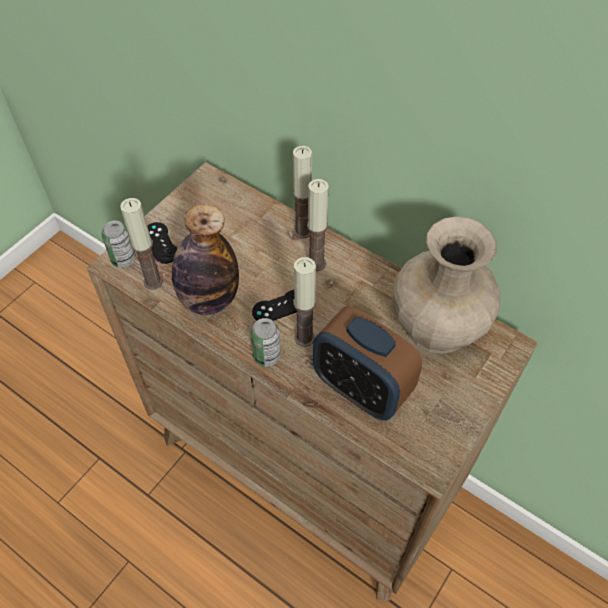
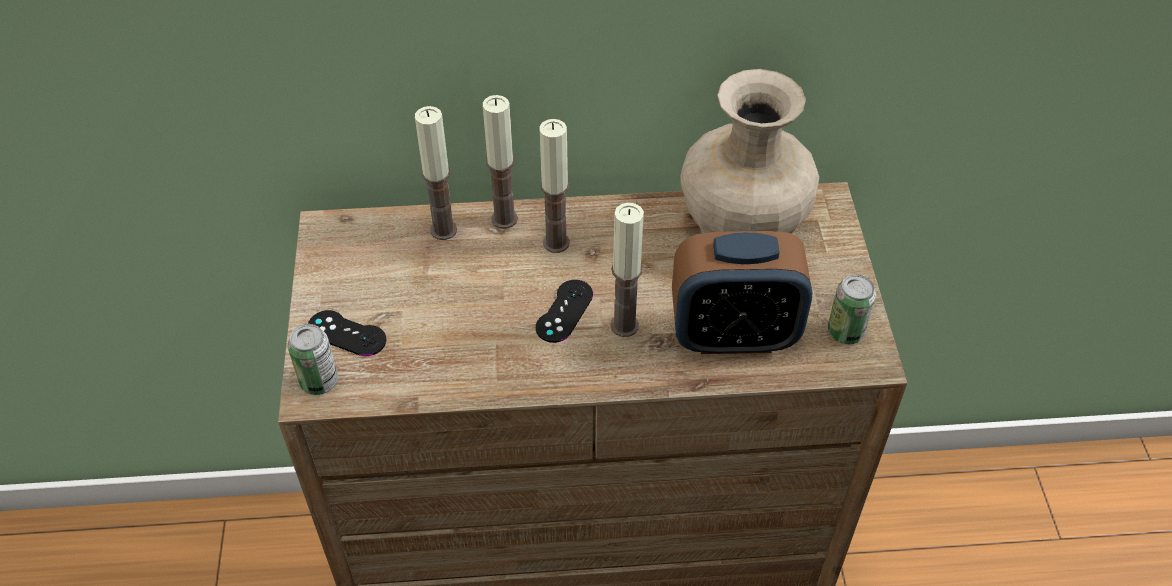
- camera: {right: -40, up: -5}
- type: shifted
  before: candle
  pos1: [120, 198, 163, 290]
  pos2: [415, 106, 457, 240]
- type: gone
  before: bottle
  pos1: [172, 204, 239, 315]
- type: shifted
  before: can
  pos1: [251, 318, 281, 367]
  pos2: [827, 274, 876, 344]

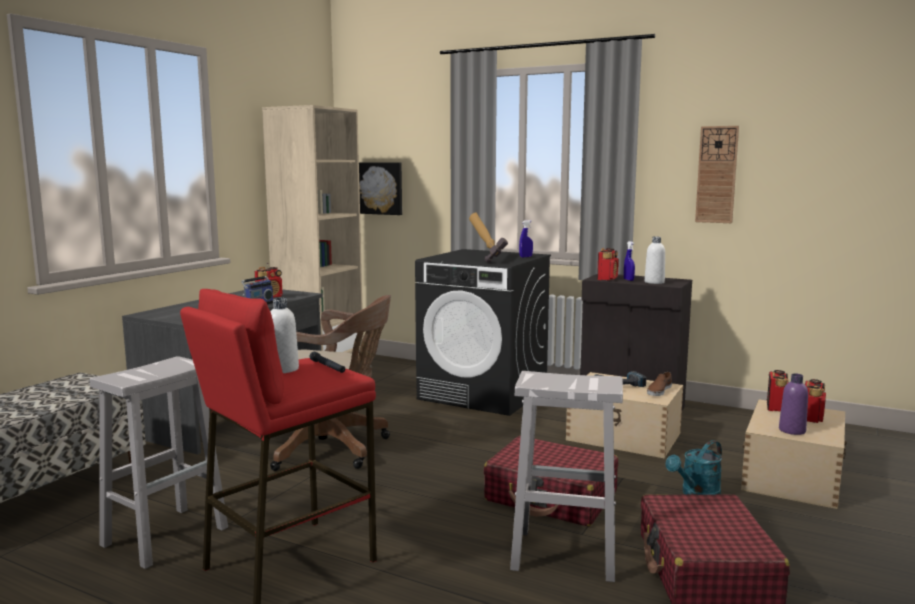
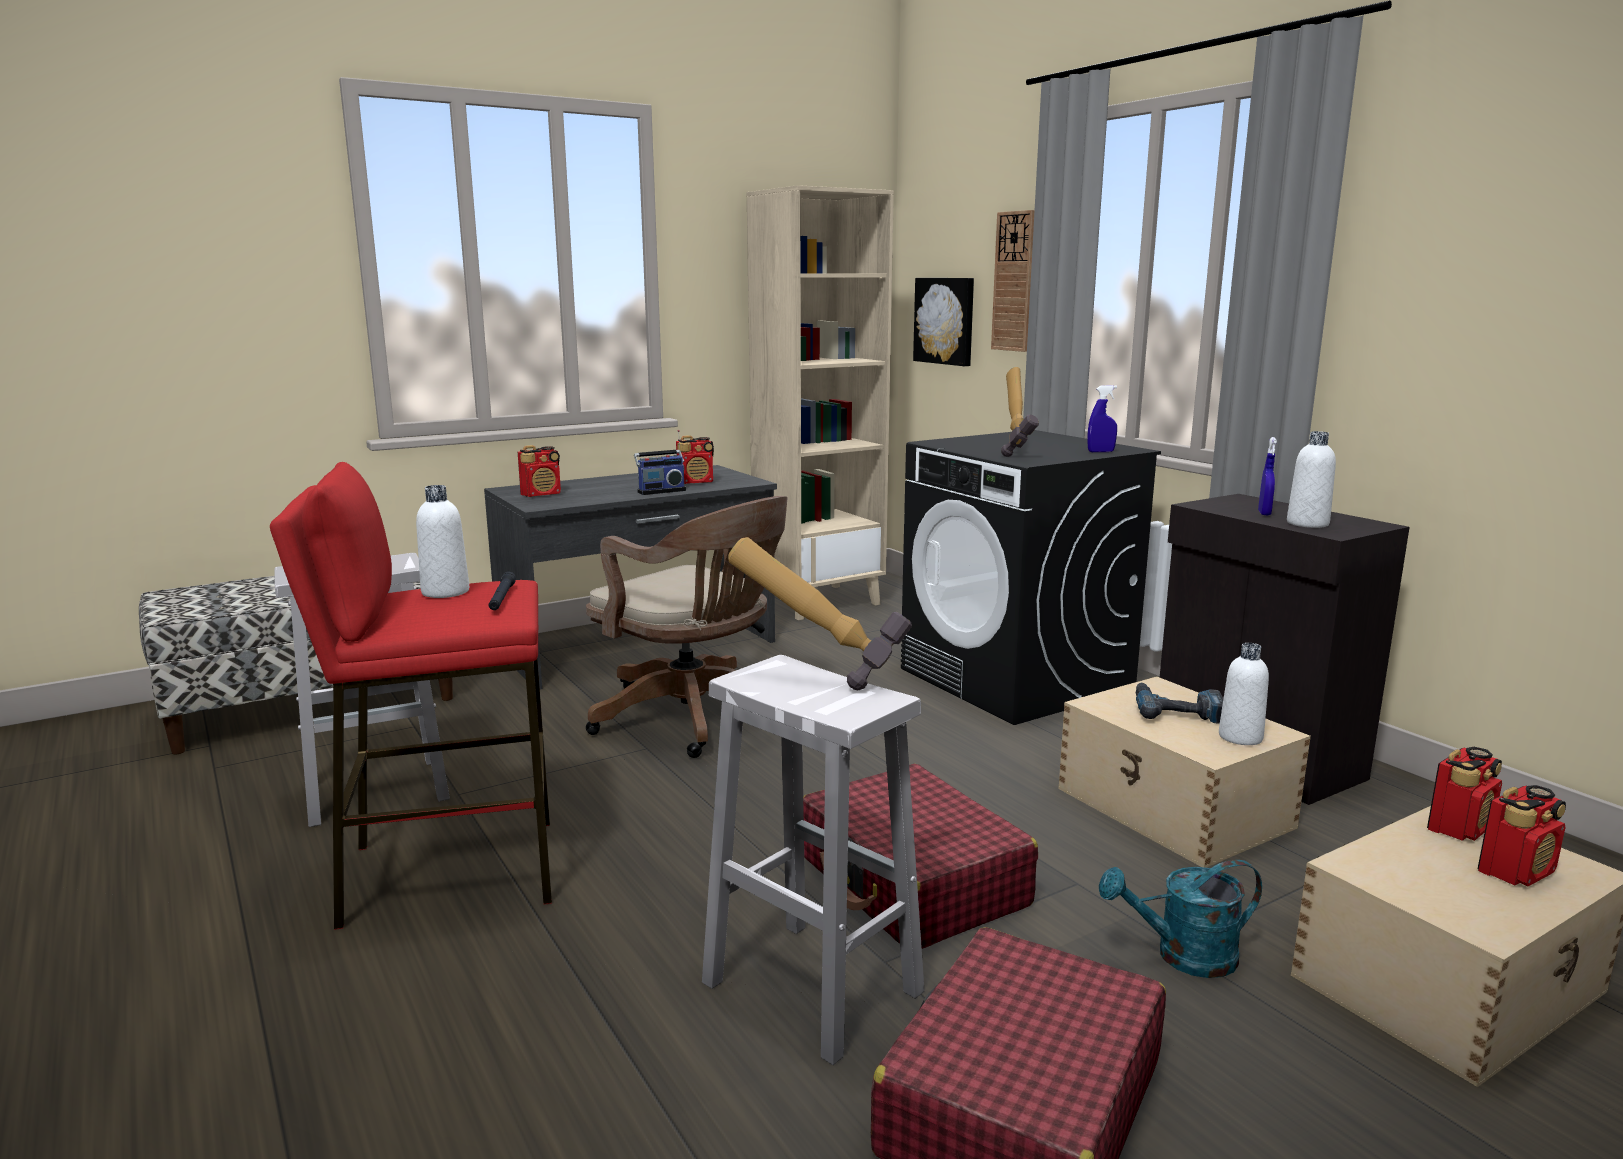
- camera: {right: 30, up: 5}
- type: shifted
  before: radio
  pos1: [597, 248, 619, 281]
  pos2: [518, 445, 561, 497]
- type: swapped
  before: brown shoe
  after: white bottle
  pos1: [647, 372, 672, 396]
  pos2: [1219, 643, 1269, 745]
- type: shifted
  before: wall clock
  pos1: [695, 126, 739, 223]
  pos2: [991, 210, 1035, 352]
- type: gone
  before: purple bottle
  pos1: [779, 374, 808, 435]
- type: new
  after: hammer
  pos2: [728, 537, 912, 691]

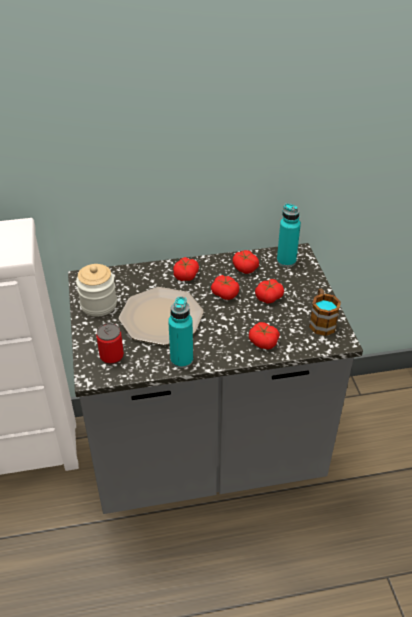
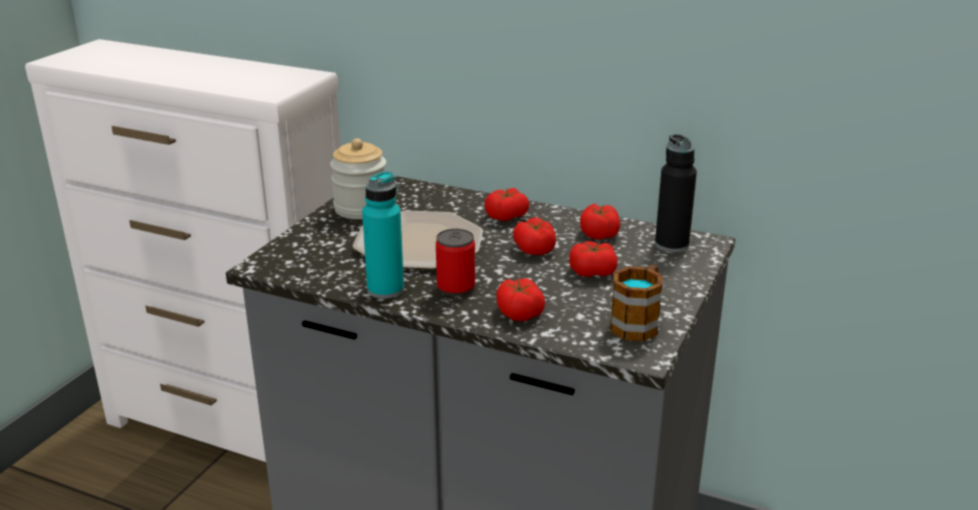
- camera: {right: 35, up: -15}
- type: shifted
  before: can
  pos1: [96, 323, 124, 364]
  pos2: [436, 229, 475, 297]
- type: repainted
  before: turquoise bottle
  after: black bottle
  pos1: [277, 203, 301, 267]
  pos2: [655, 134, 697, 253]

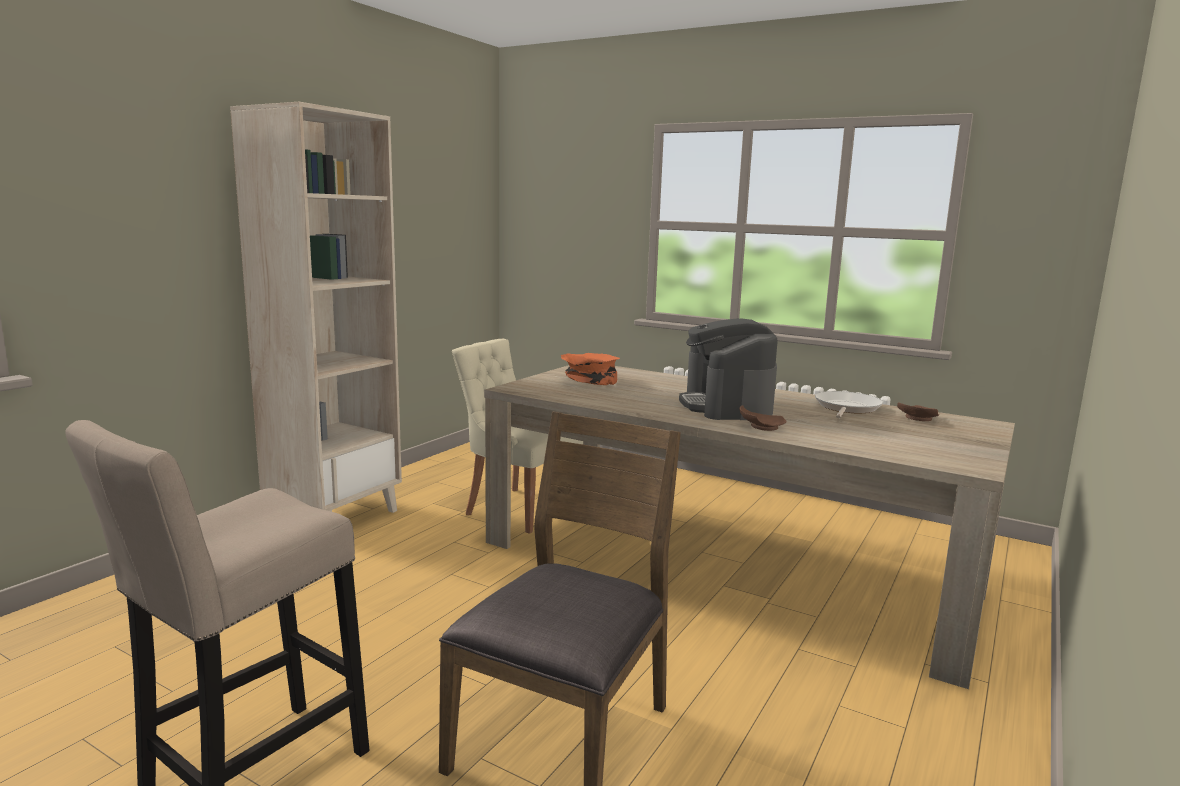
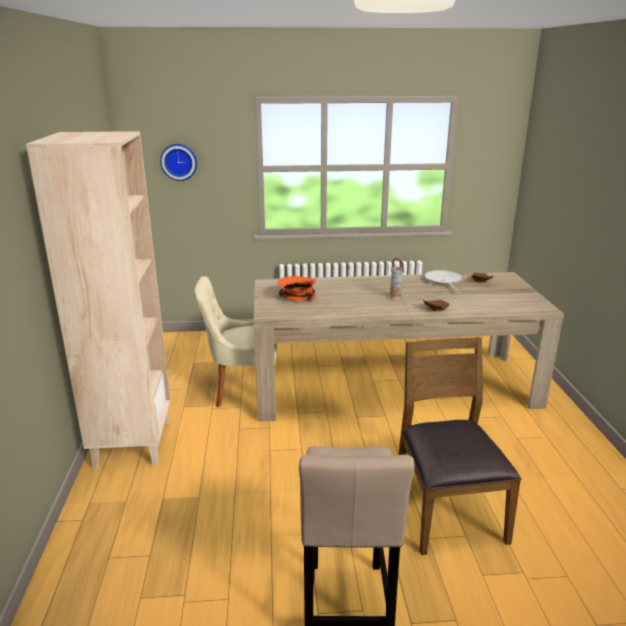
- camera: {right: -35, up: 10}
- type: swapped
  before: coffee machine
  after: vase
  pos1: [679, 318, 778, 420]
  pos2: [389, 258, 404, 300]
- type: new
  after: wall clock
  pos2: [160, 144, 197, 181]

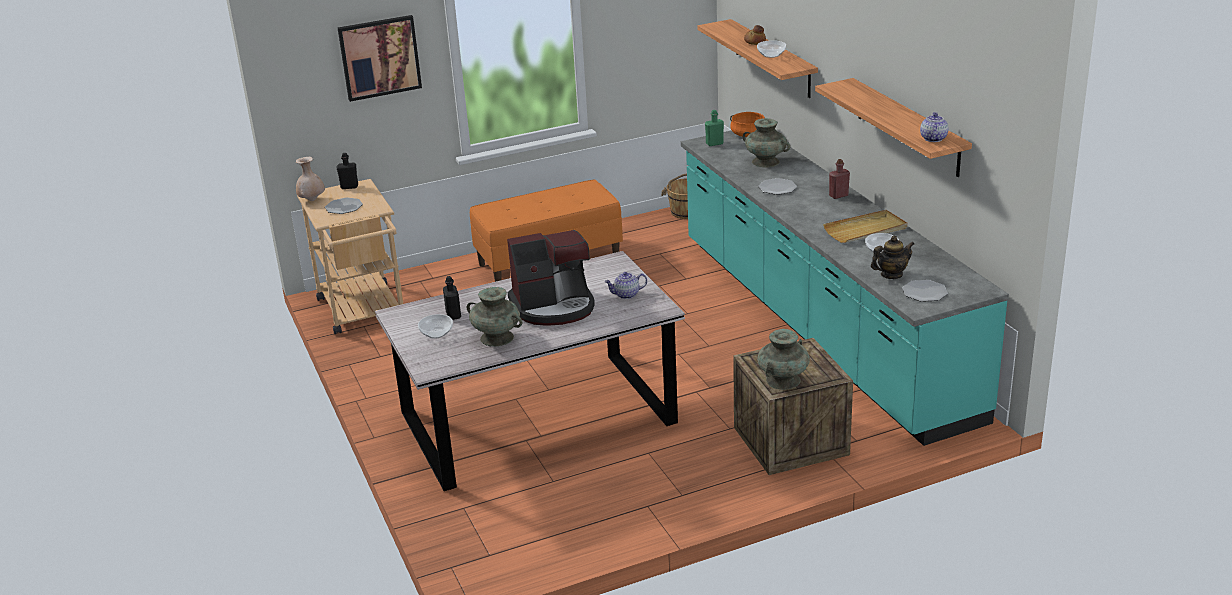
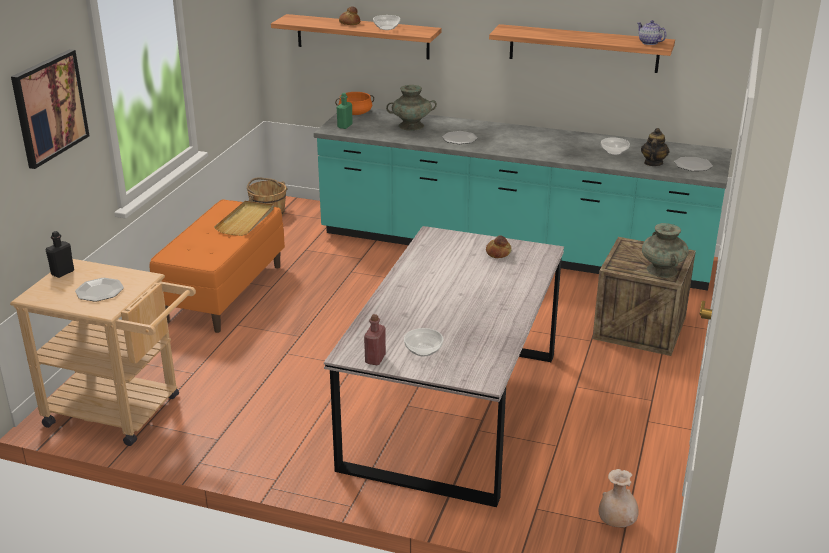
- camera: {right: -50, up: 0}
- type: shifted
  before: beige vase
  pos1: [296, 157, 325, 201]
  pos2: [598, 469, 639, 527]
- type: gone
  before: black bottle
  pos1: [443, 276, 461, 320]
- type: gone
  before: turquoise vase
  pos1: [466, 287, 523, 346]
- type: gone
  before: coffee machine
  pos1: [507, 230, 595, 326]
- type: swapped
  before: teapot
  after: bread
  pos1: [605, 272, 647, 299]
  pos2: [486, 235, 511, 258]
- type: shifted
  before: beige tray
  pos1: [823, 210, 907, 243]
  pos2: [214, 201, 274, 236]
- type: shifted
  before: red bottle
  pos1: [829, 159, 850, 199]
  pos2: [364, 314, 386, 365]

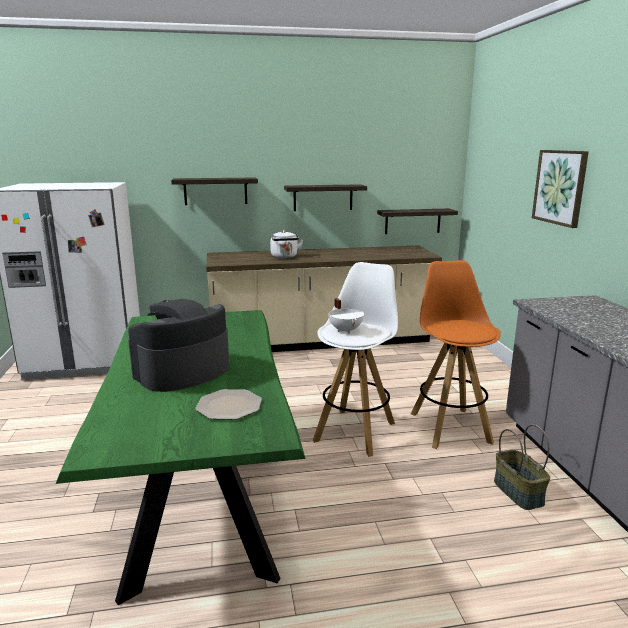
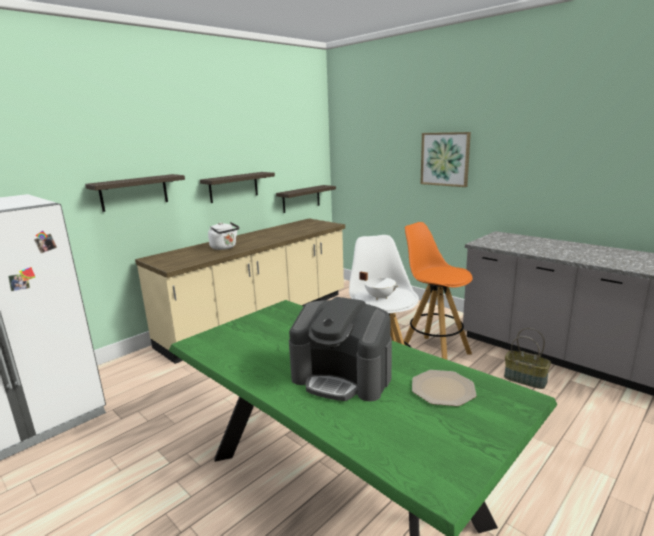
- camera: {right: -35, up: 0}
- type: rotated
  before: coffee machine
  pos1: [128, 299, 229, 392]
  pos2: [289, 297, 392, 401]
  turn: -75

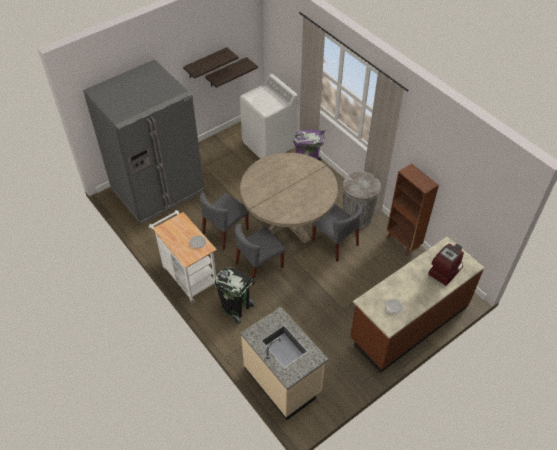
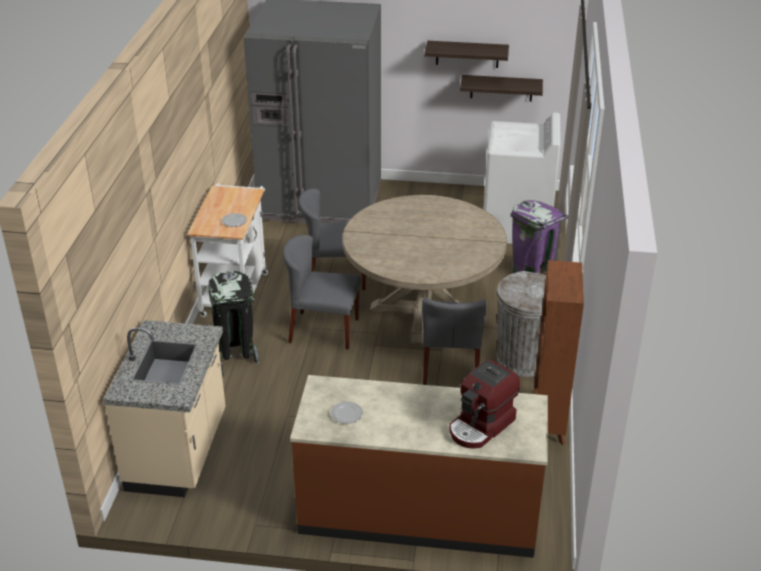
- camera: {right: 45, up: -15}
- type: rotated
  before: coffee machine
  pos1: [428, 243, 464, 286]
  pos2: [449, 359, 520, 449]
  turn: 135

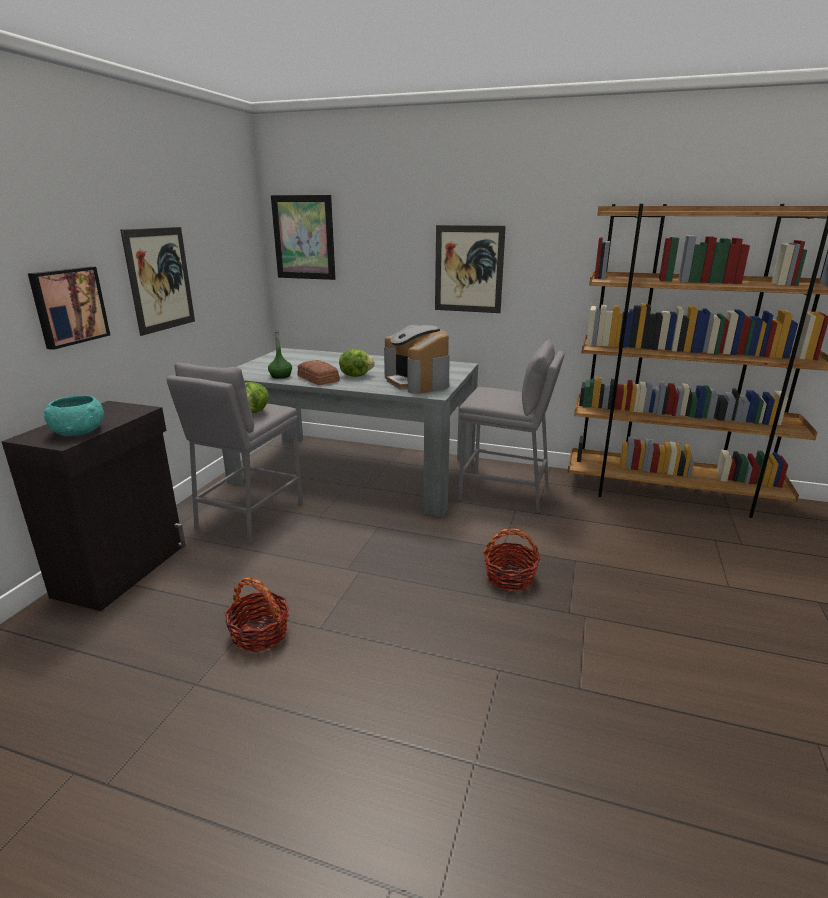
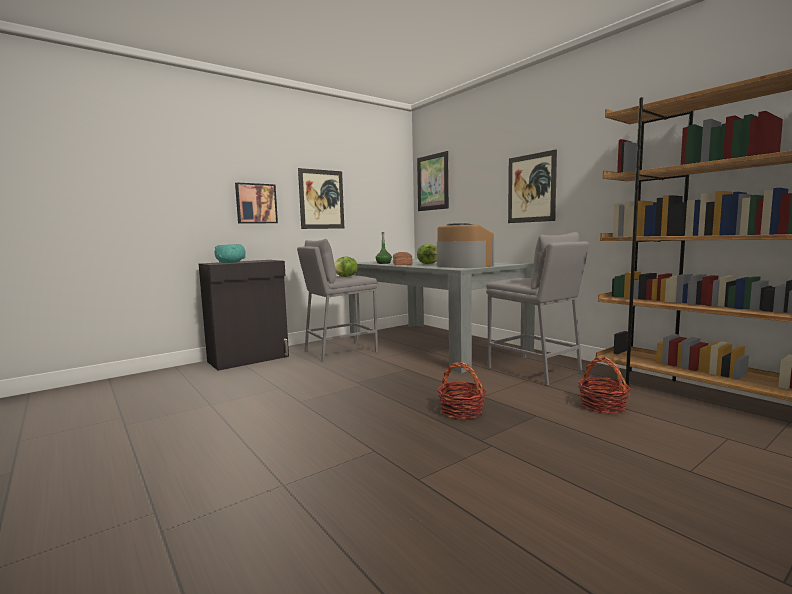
- camera: {right: 35, up: -15}
- type: shifted
  before: basket
  pos1: [225, 578, 289, 652]
  pos2: [578, 357, 631, 414]
- type: rotated
  before: coffee machine
  pos1: [384, 325, 450, 394]
  pos2: [437, 223, 494, 268]
  turn: 135

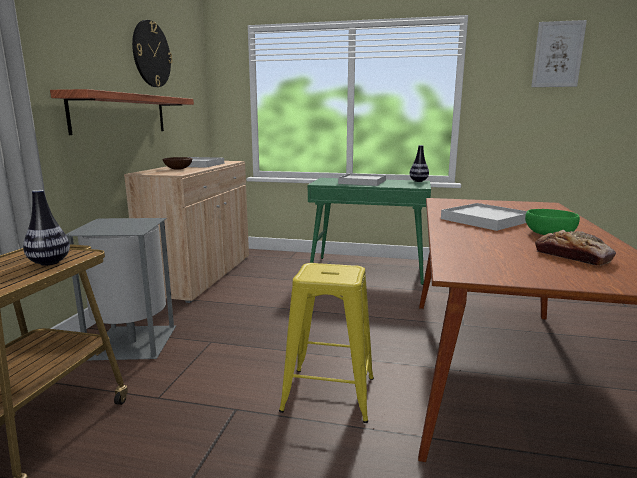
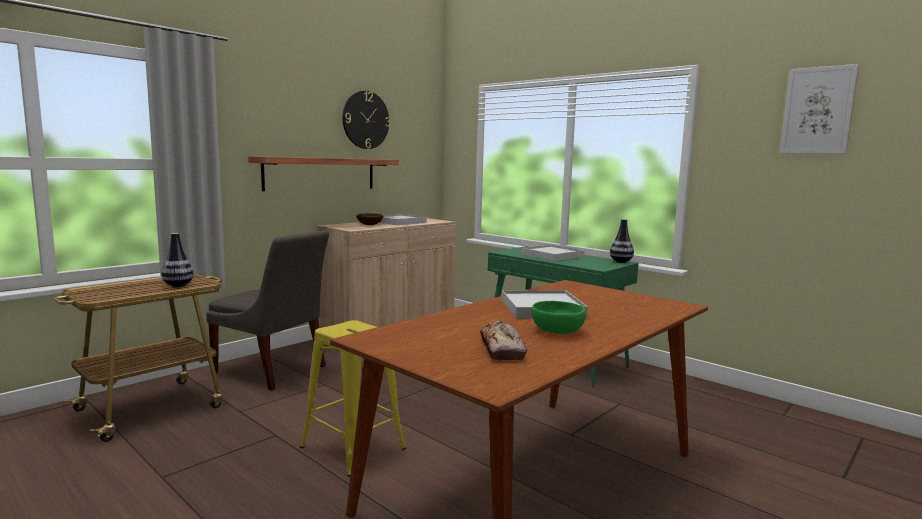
- camera: {right: 30, up: -5}
- type: swapped
  before: grey trash can
  after: grey chair
  pos1: [66, 218, 176, 360]
  pos2: [206, 230, 329, 391]

